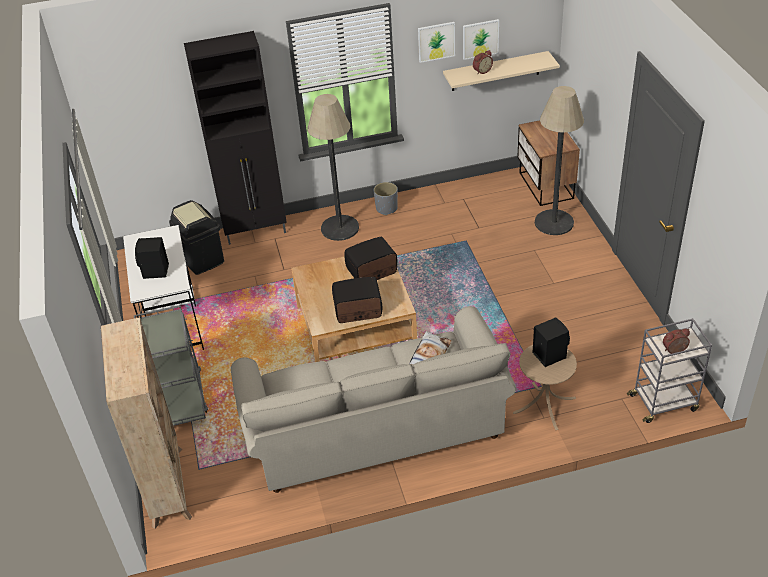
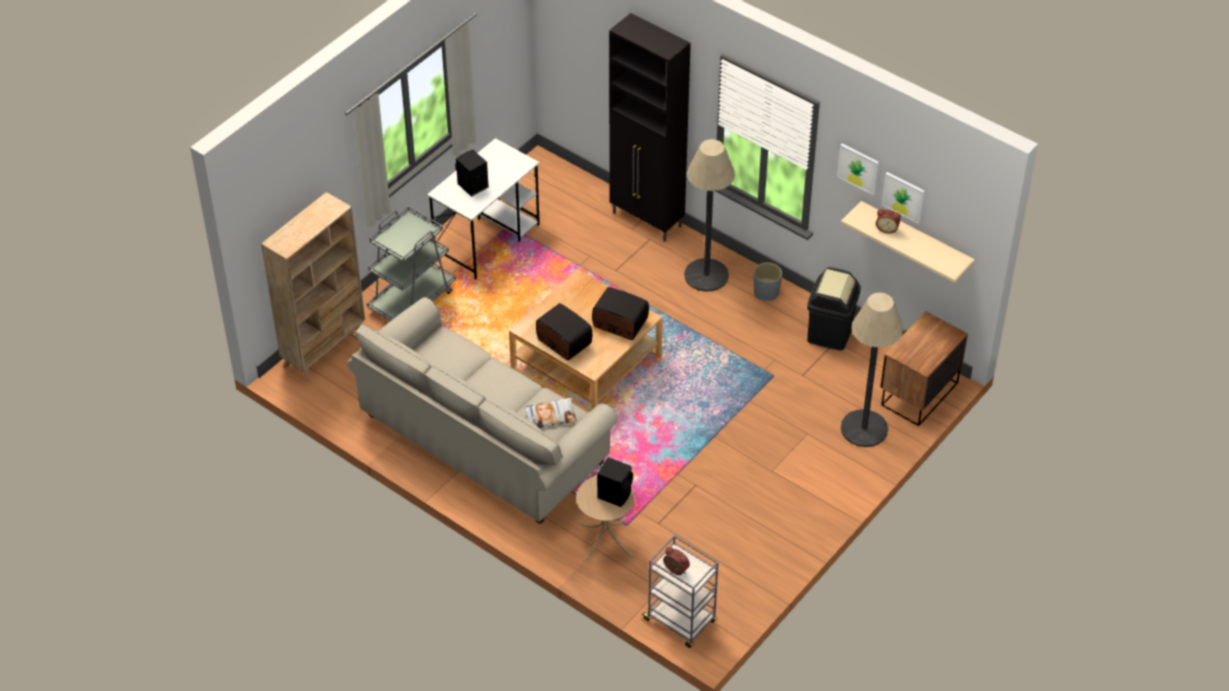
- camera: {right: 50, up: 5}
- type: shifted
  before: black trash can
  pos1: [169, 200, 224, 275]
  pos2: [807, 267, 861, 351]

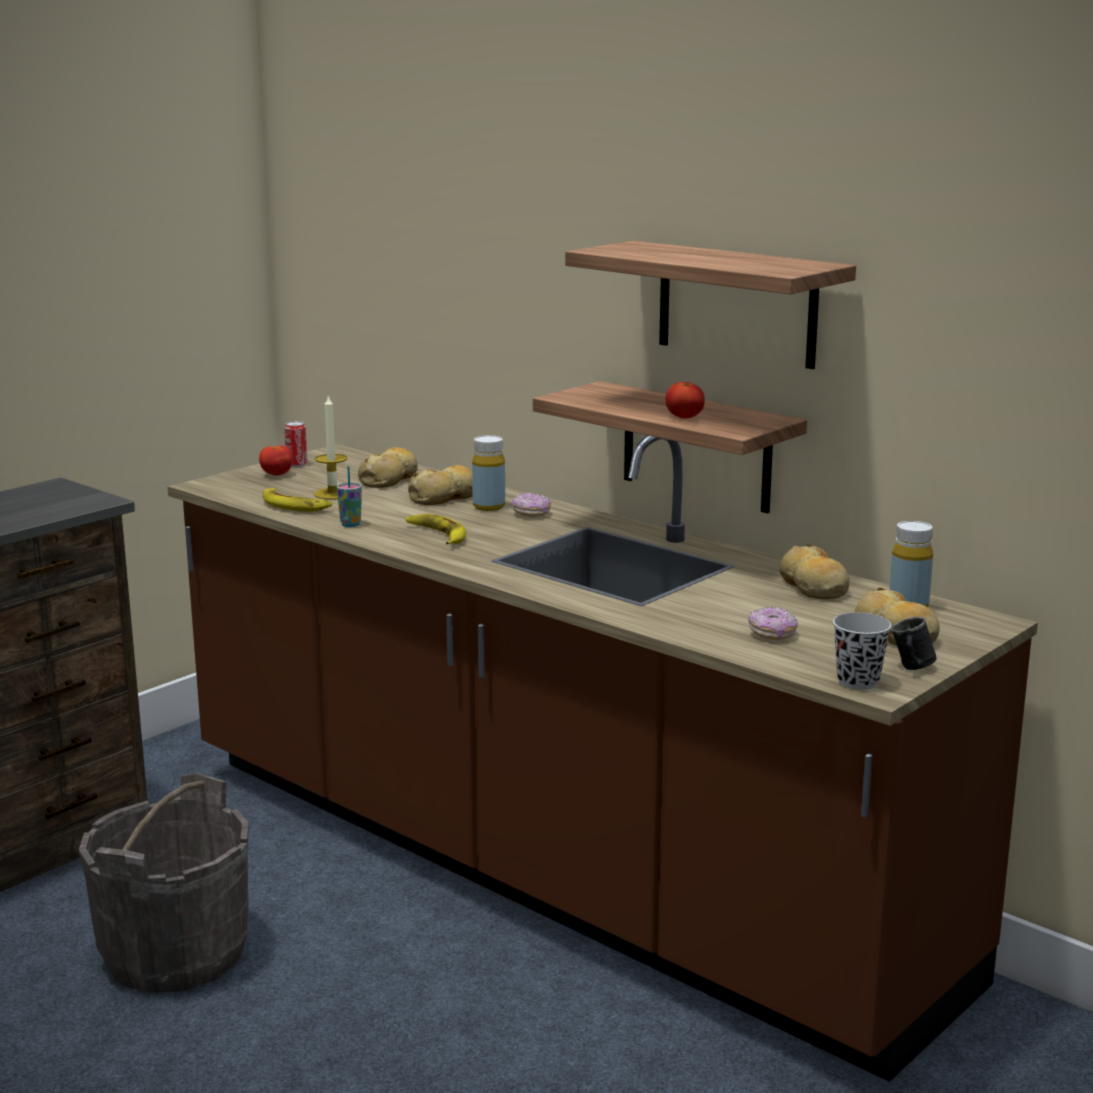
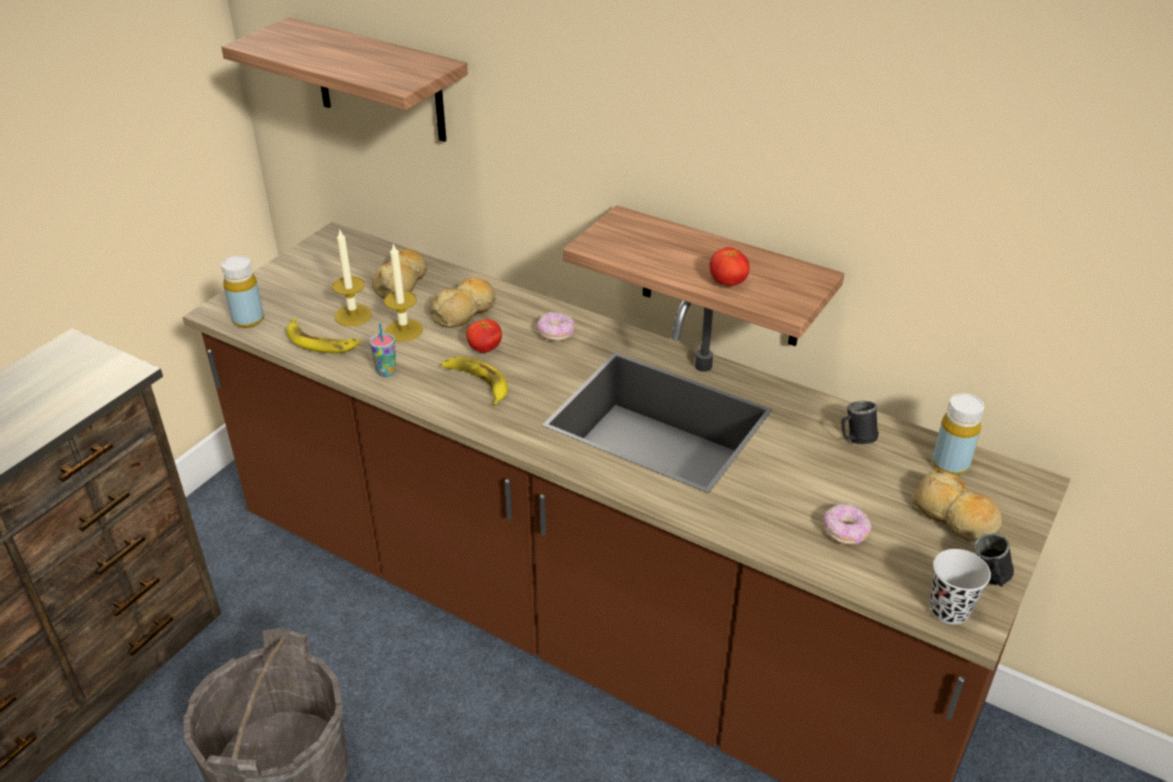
- camera: {right: -10, up: 20}
- type: shifted
  before: tomato
  pos1: [259, 445, 293, 475]
  pos2: [466, 319, 502, 353]
- type: gone
  before: can
  pos1: [285, 421, 307, 467]
- type: shifted
  before: yellow bottle
  pos1: [472, 435, 505, 511]
  pos2: [221, 256, 264, 328]
- type: shifted
  before: shelf
  pos1: [565, 241, 856, 369]
  pos2: [221, 17, 468, 142]
- type: swapped
  before: bread
  after: black mug
  pos1: [779, 544, 849, 599]
  pos2: [841, 401, 879, 444]
- type: new
  after: candle
  pos2: [384, 244, 423, 342]

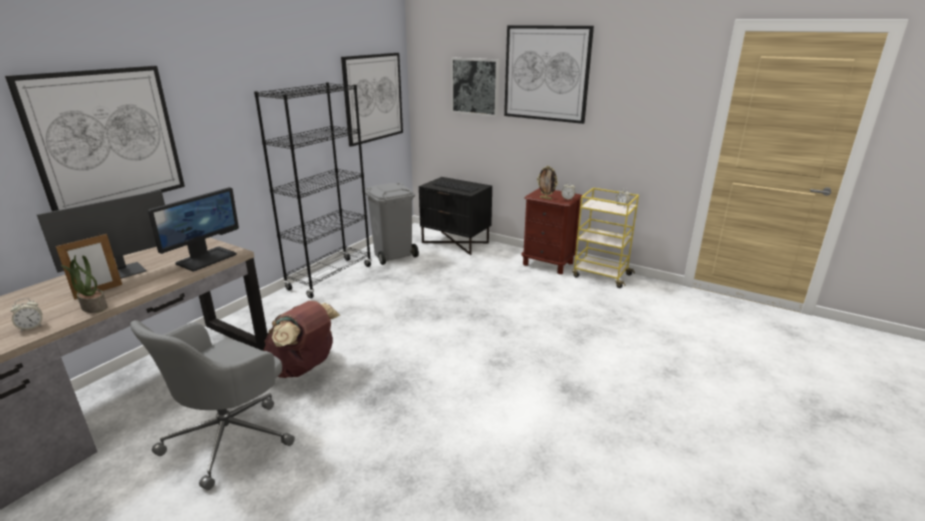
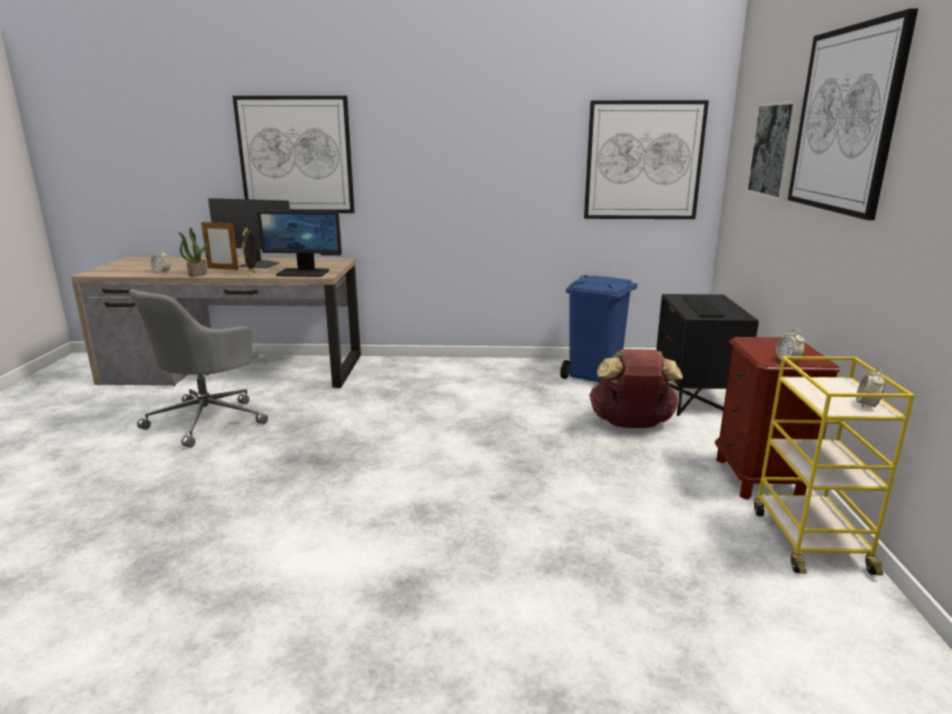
- camera: {right: 60, up: -5}
- type: rotated
  before: grey office chair
  pos1: [130, 320, 295, 490]
  pos2: [129, 289, 268, 448]
  turn: -60
- type: gone
  before: black bookcase
  pos1: [254, 82, 372, 298]
- type: shifted
  before: brown backpack
  pos1: [263, 301, 340, 378]
  pos2: [589, 349, 683, 428]
- type: repainted
  before: grey trash can
  after: blue trash can
  pos1: [362, 182, 419, 265]
  pos2: [560, 275, 637, 382]
- type: shifted
  before: picture frame
  pos1: [537, 166, 558, 200]
  pos2: [242, 228, 256, 276]

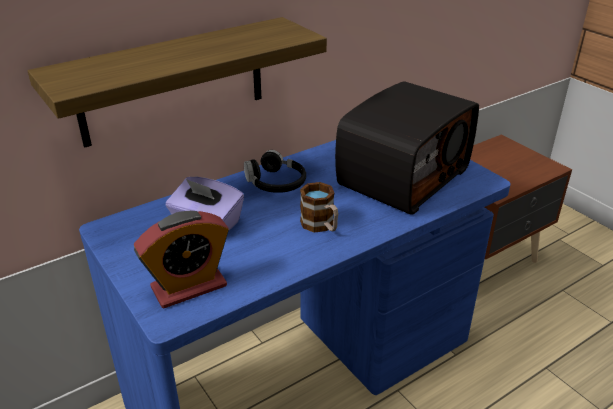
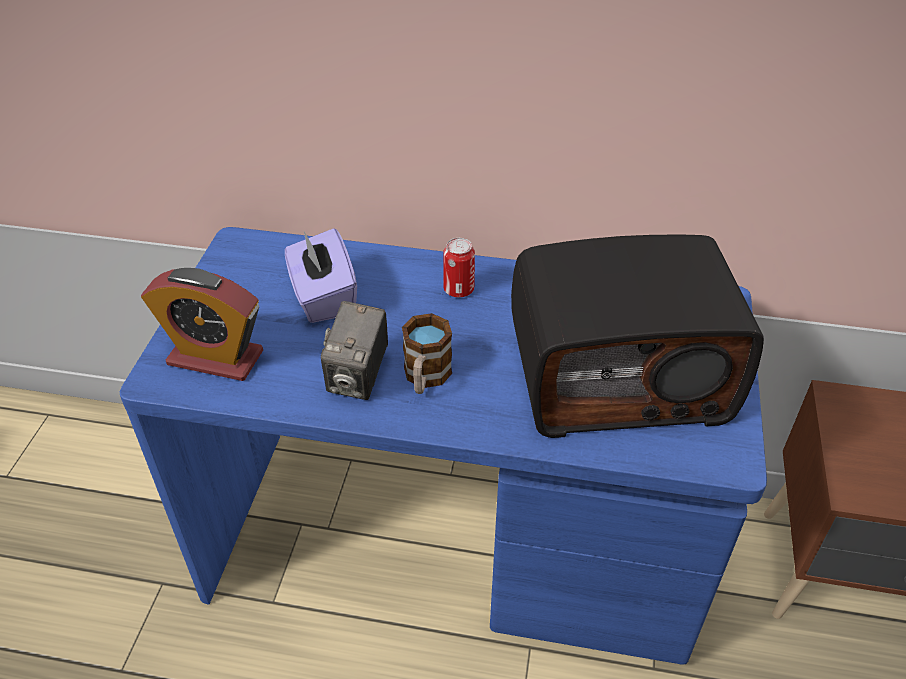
- camera: {right: 45, up: 10}
- type: gone
  before: shelf
  pos1: [28, 17, 327, 148]
- type: swapped
  before: black headphones
  after: can
  pos1: [244, 150, 306, 193]
  pos2: [443, 238, 475, 297]
- type: new
  after: photo camera
  pos2: [321, 301, 388, 400]

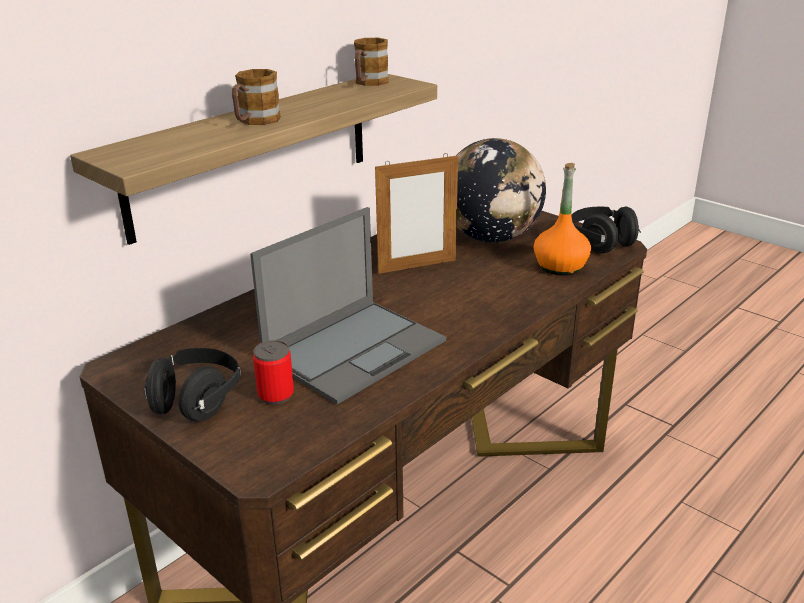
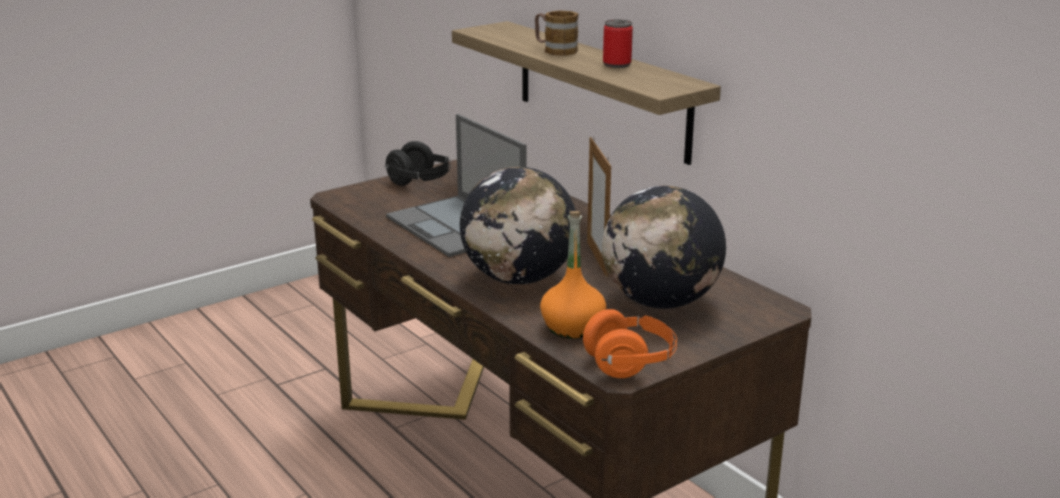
- camera: {right: 100, up: -5}
- type: shifted
  before: can
  pos1: [253, 340, 294, 405]
  pos2: [603, 20, 633, 68]
- type: gone
  before: mug
  pos1: [354, 38, 389, 86]
- type: repainted
  before: black headphones
  after: orange headphones
  pos1: [572, 207, 641, 253]
  pos2: [583, 309, 677, 378]
- type: new
  after: globe
  pos2: [460, 167, 576, 284]

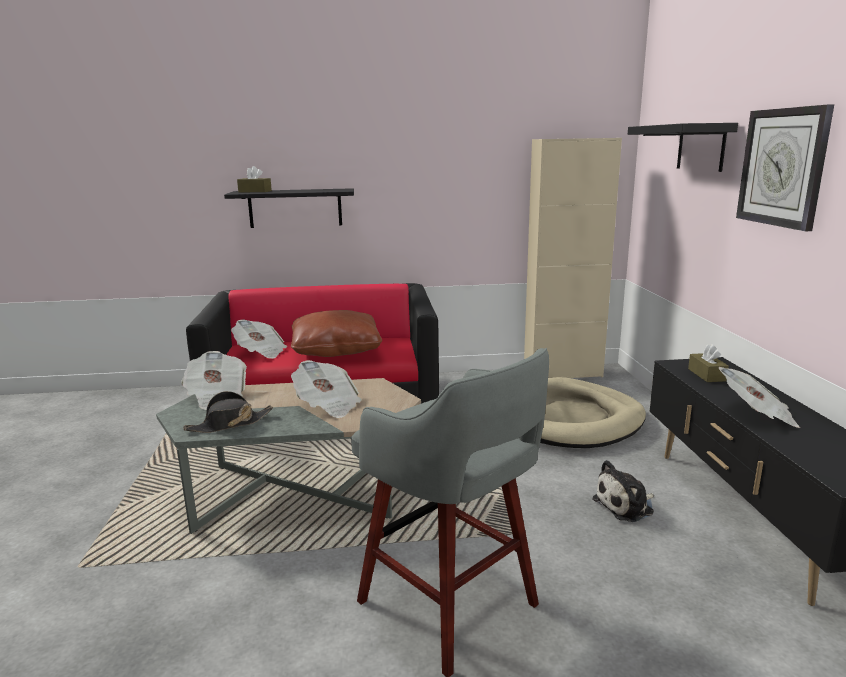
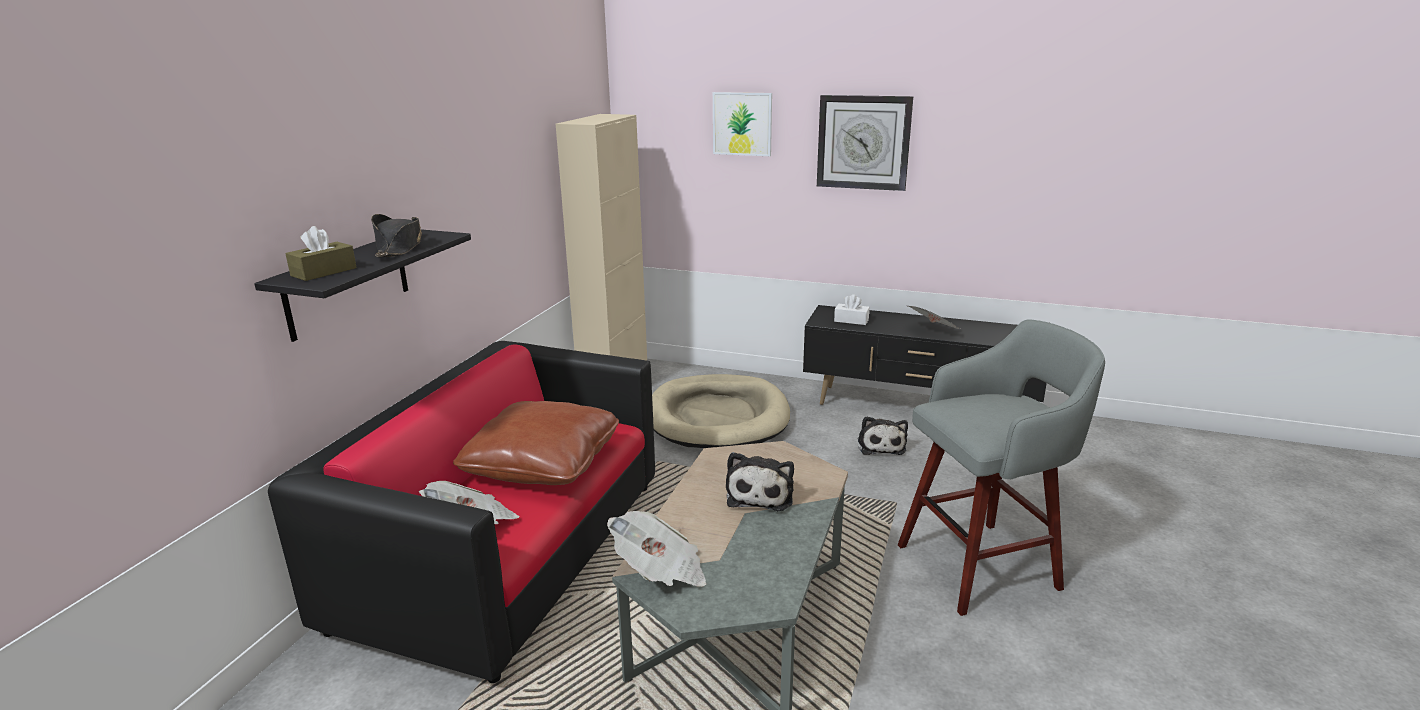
- camera: {right: -65, up: 5}
- type: shifted
  before: black hat
  pos1: [183, 391, 273, 433]
  pos2: [371, 214, 422, 257]
- type: swapped
  before: newspaper
  after: plush toy
  pos1: [291, 360, 362, 418]
  pos2: [726, 452, 794, 511]
- type: swapped
  before: black shelf
  after: picture
  pos1: [628, 123, 738, 172]
  pos2: [713, 92, 772, 156]
- type: repainted
  before: brown tissue box
  after: white tissue box
  pos1: [688, 344, 729, 382]
  pos2: [834, 294, 870, 325]

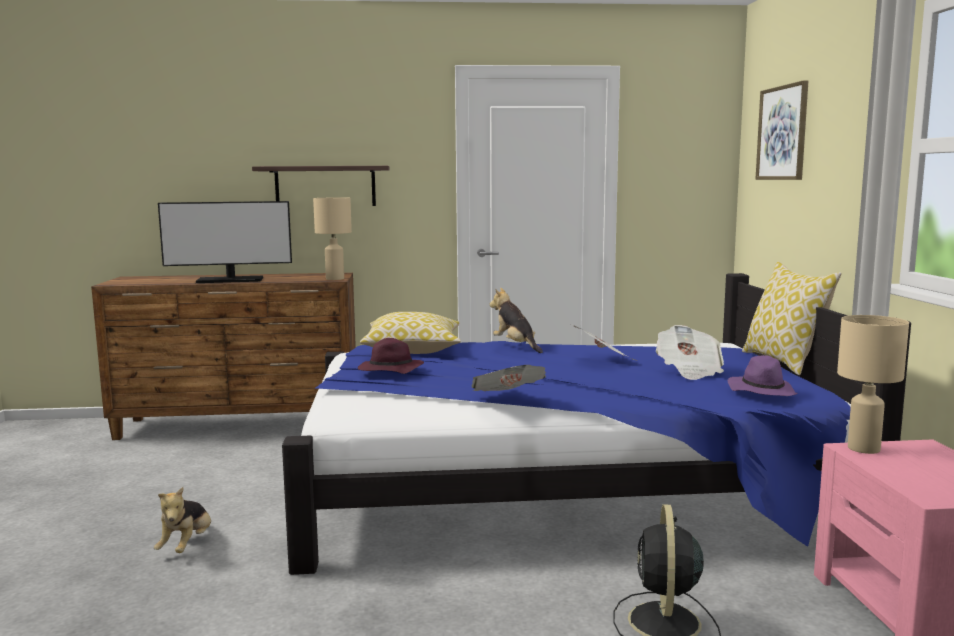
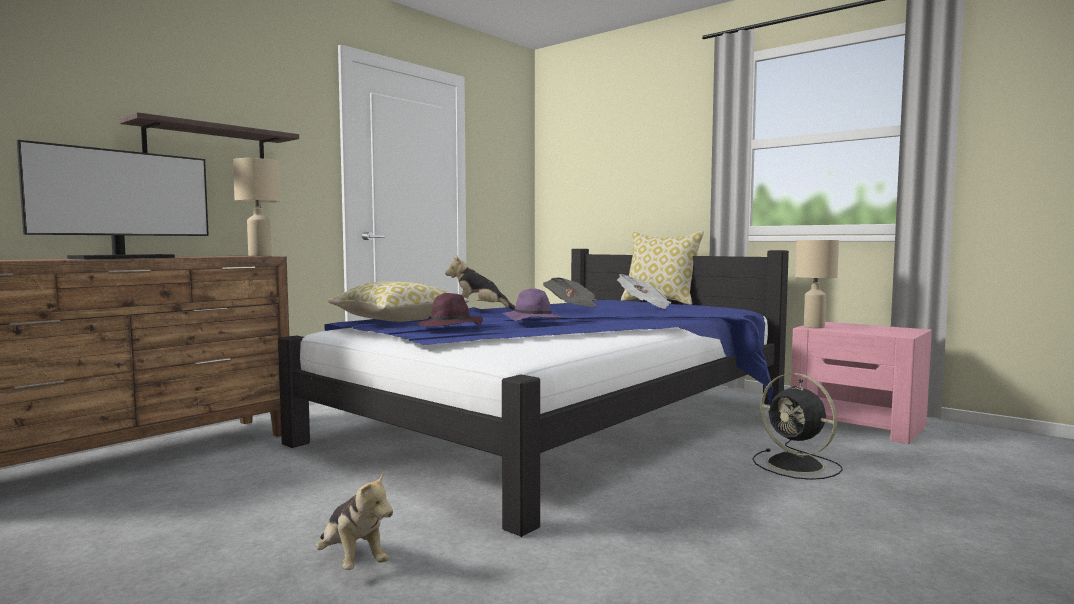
- camera: {right: -45, up: -5}
- type: gone
  before: newspaper
  pos1: [472, 365, 546, 391]
- type: shifted
  before: purple hat
  pos1: [727, 355, 798, 396]
  pos2: [503, 289, 563, 321]
- type: gone
  before: picture
  pos1: [756, 80, 808, 180]

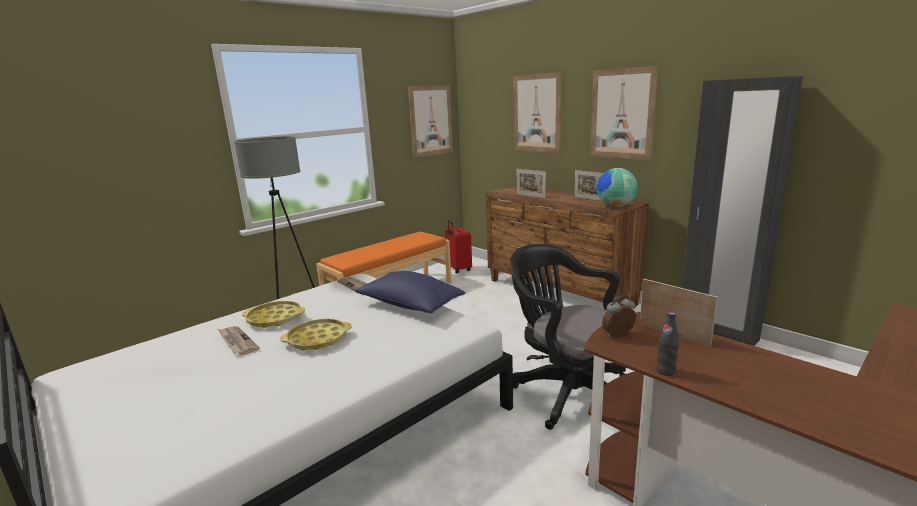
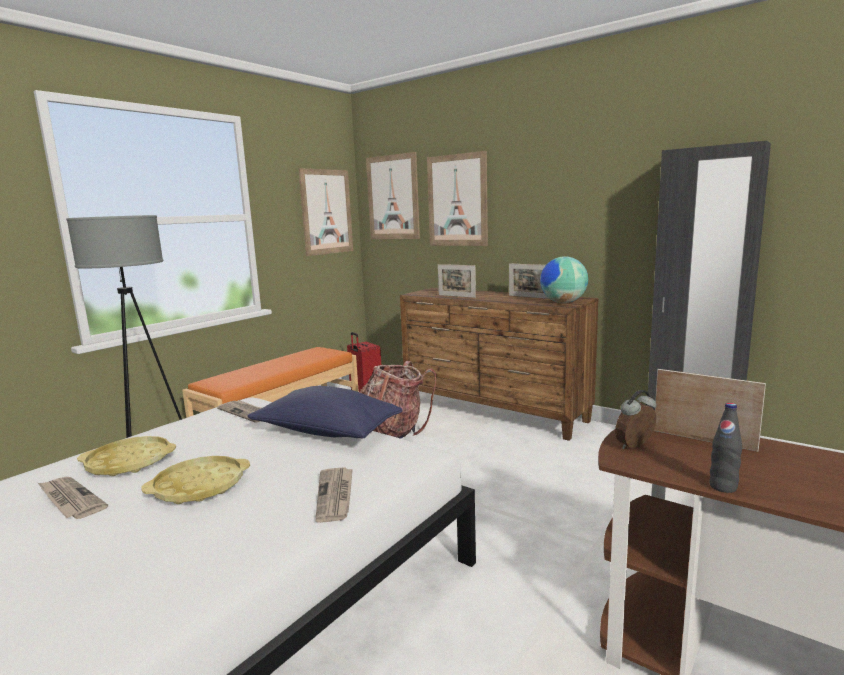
- camera: {right: -10, up: -5}
- type: gone
  before: black office chair
  pos1: [510, 244, 626, 430]
- type: shifted
  before: picture
  pos1: [590, 66, 659, 160]
  pos2: [366, 152, 420, 239]
- type: new
  after: newspaper
  pos2: [315, 467, 353, 523]
- type: new
  after: backpack
  pos2: [360, 361, 436, 439]

